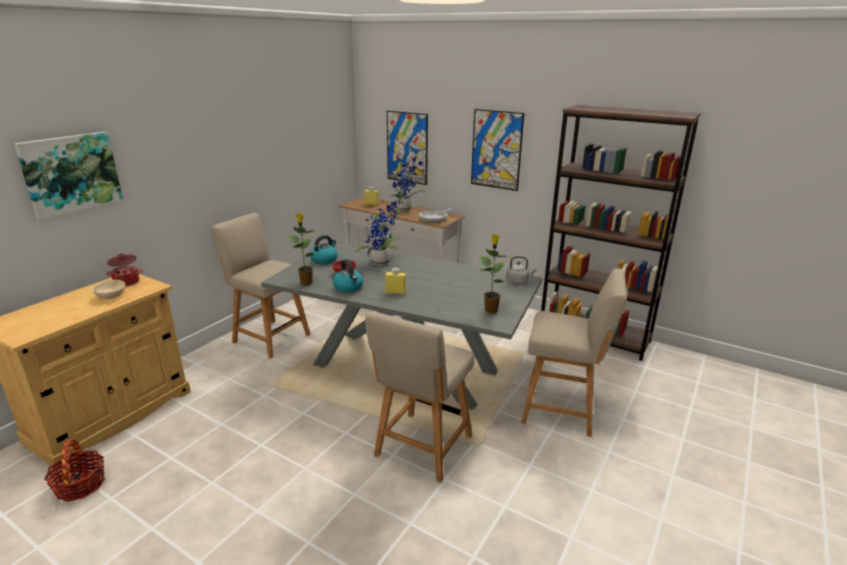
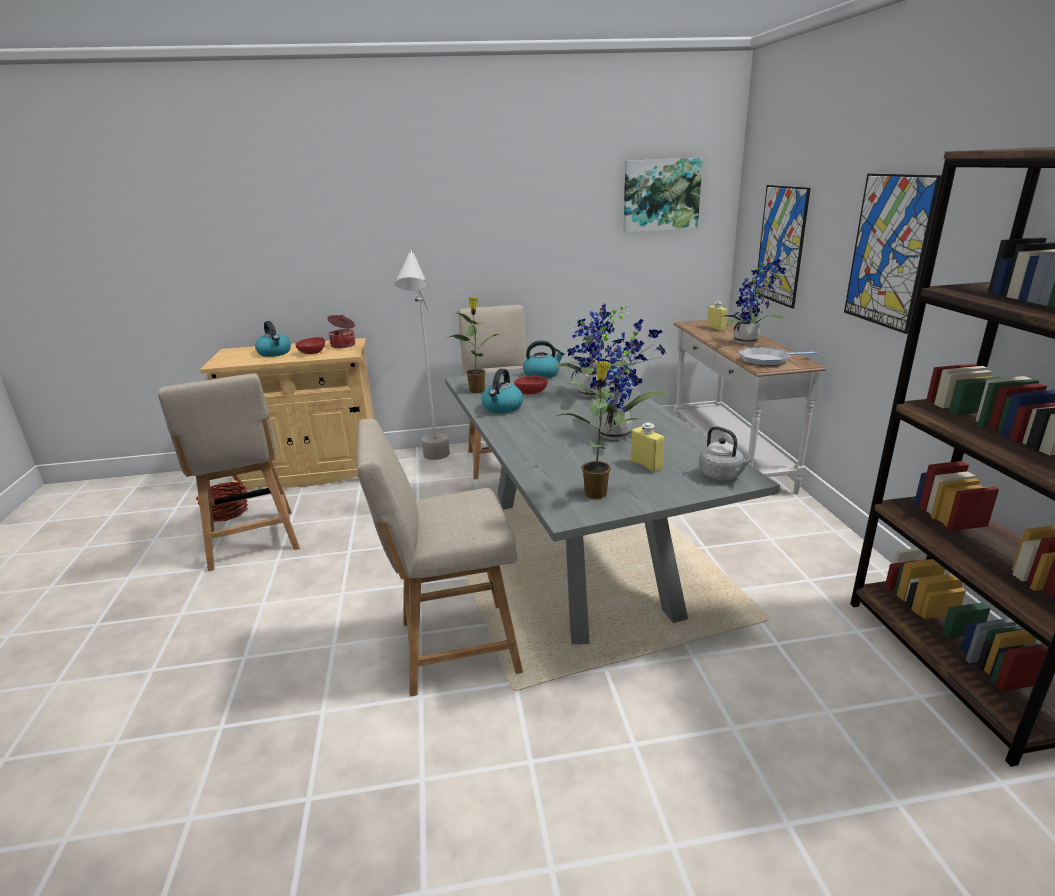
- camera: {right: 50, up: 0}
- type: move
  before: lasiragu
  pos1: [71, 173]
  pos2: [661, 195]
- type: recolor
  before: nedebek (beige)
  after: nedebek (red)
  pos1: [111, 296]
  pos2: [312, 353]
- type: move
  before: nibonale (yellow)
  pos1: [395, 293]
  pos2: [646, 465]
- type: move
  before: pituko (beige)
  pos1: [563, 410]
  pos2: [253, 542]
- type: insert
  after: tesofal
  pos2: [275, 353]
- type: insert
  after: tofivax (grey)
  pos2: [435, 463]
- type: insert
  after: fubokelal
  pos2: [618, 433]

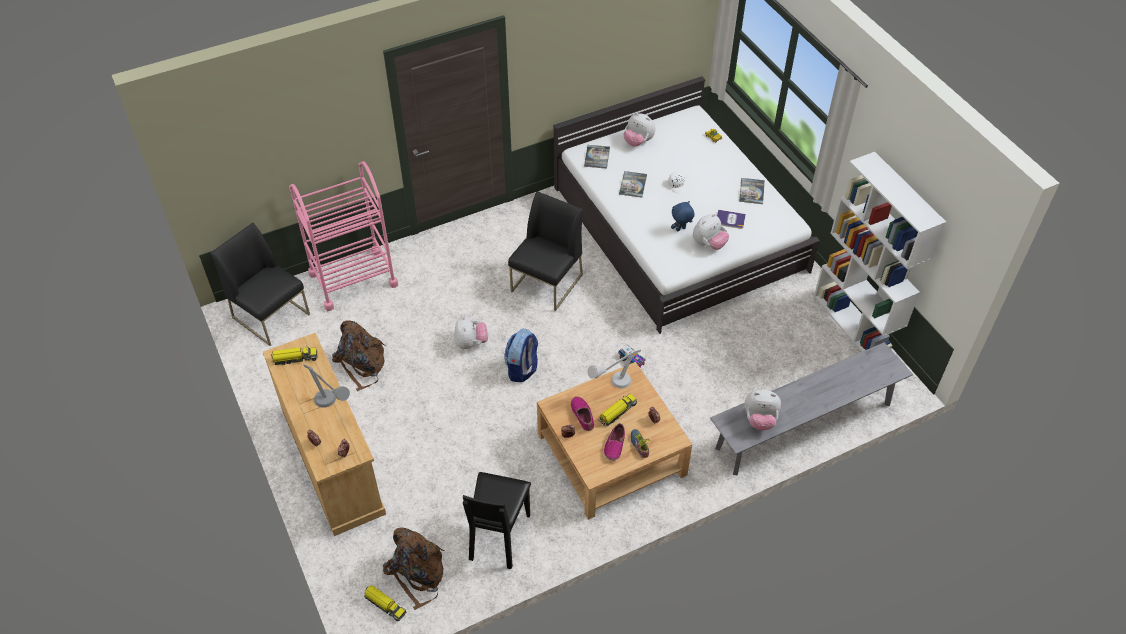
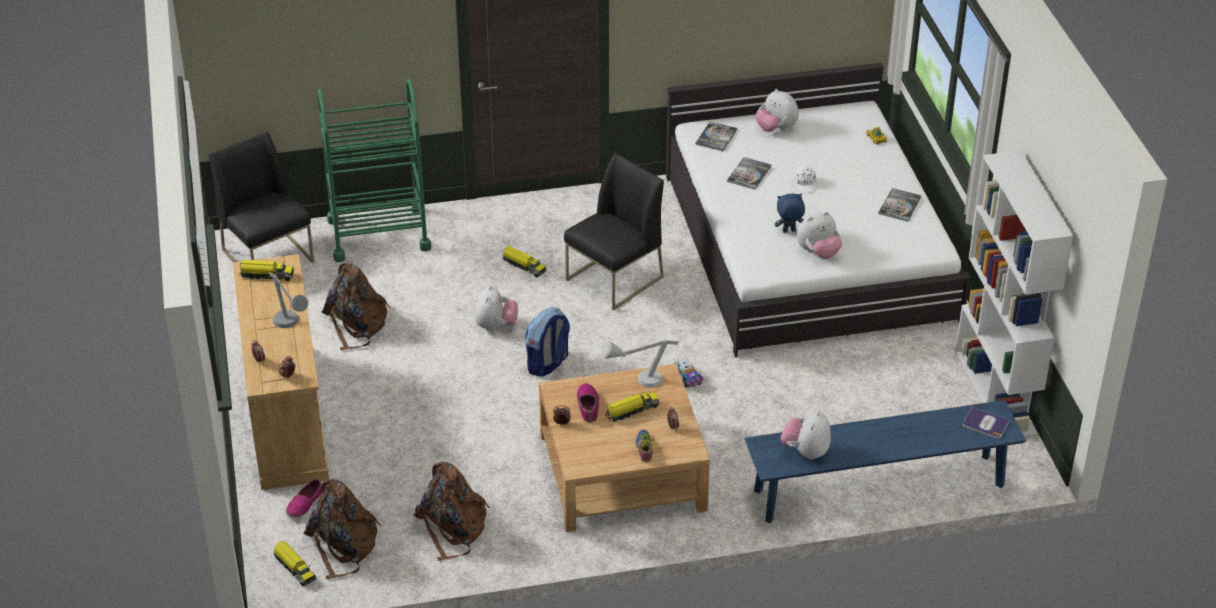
- camera: {right: 15, up: -10}
- type: recolor
  before: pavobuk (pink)
  after: pavobuk (green)
  pos1: [353, 279]
  pos2: [378, 234]
- type: replace
  before: pituko (black)
  after: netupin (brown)
  pos1: [498, 536]
  pos2: [452, 527]
- type: move
  before: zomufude
  pos1: [614, 445]
  pos2: [304, 504]
- type: recolor
  before: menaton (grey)
  after: menaton (blue)
  pos1: [804, 426]
  pos2: [879, 488]
- type: move
  before: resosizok
  pos1: [730, 219]
  pos2: [985, 424]
- type: rotate
  before: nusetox
  pos1: [760, 420]
  pos2: [805, 451]
  turn: 90
- type: insert
  after: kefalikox
  pos2: [524, 266]

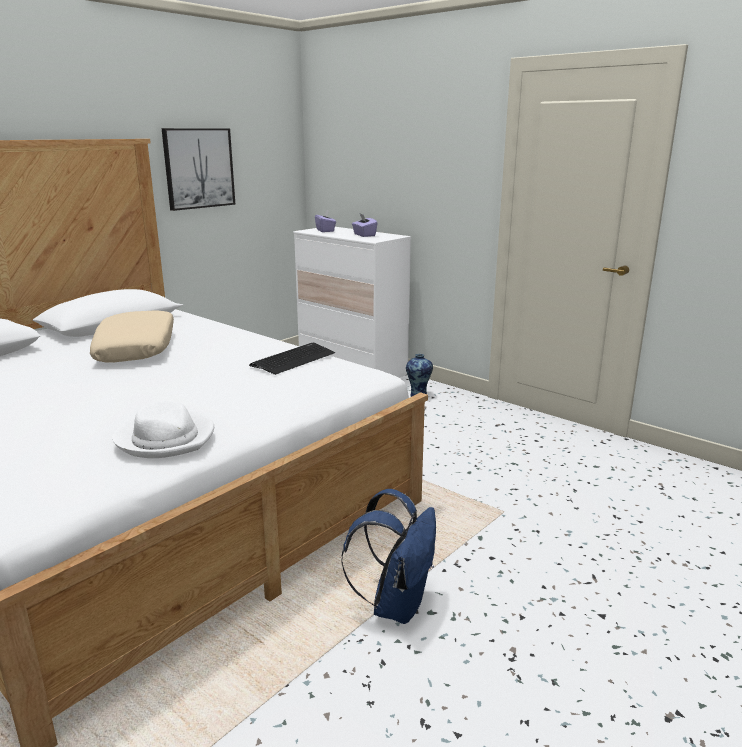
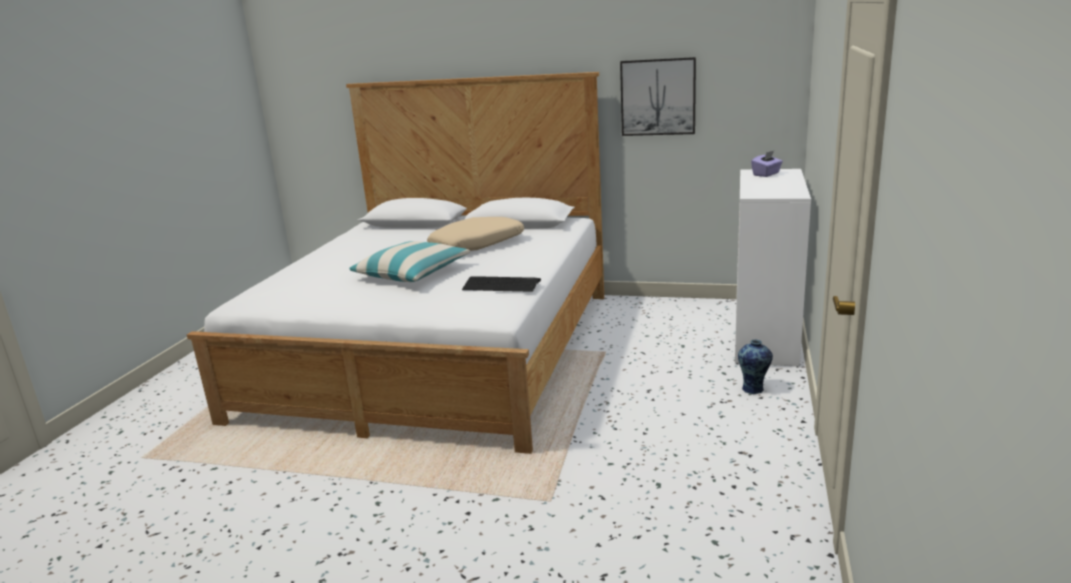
- camera: {right: 65, up: 0}
- type: delete
  before: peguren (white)
  pos1: [166, 438]
- type: delete
  before: netupin (blue)
  pos1: [396, 604]
- type: delete
  before: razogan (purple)
  pos1: [364, 235]
- type: insert
  after: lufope
  pos2: [412, 274]

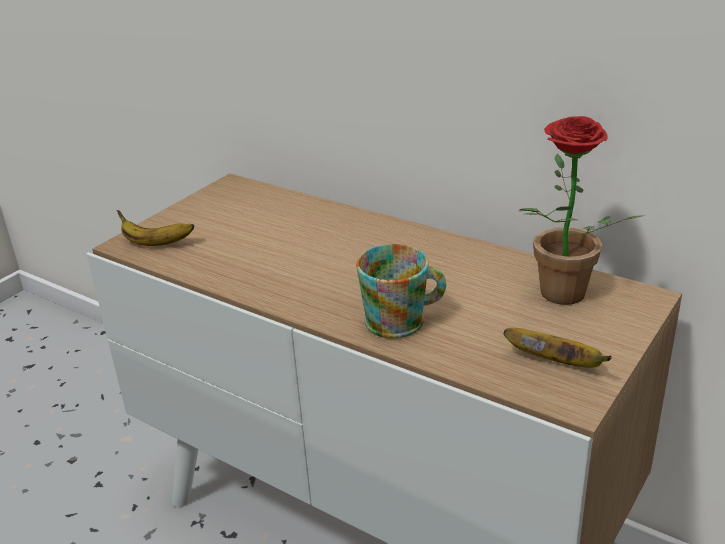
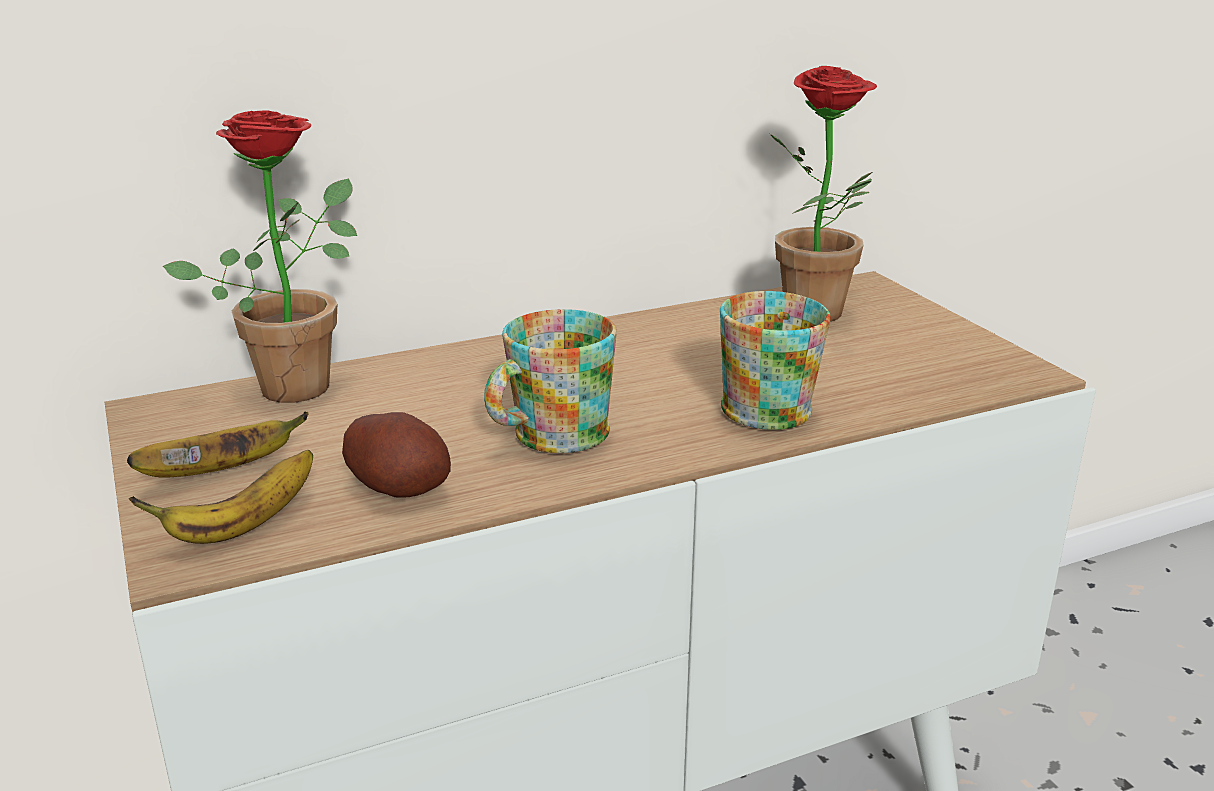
- camera: {right: -60, up: -5}
- type: move
  before: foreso
  pos1: [556, 362]
  pos2: [222, 471]
- type: insert
  after: fubokelal
  pos2: [300, 381]
- type: insert
  after: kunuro
  pos2: [400, 487]
- type: insert
  after: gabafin
  pos2: [549, 435]

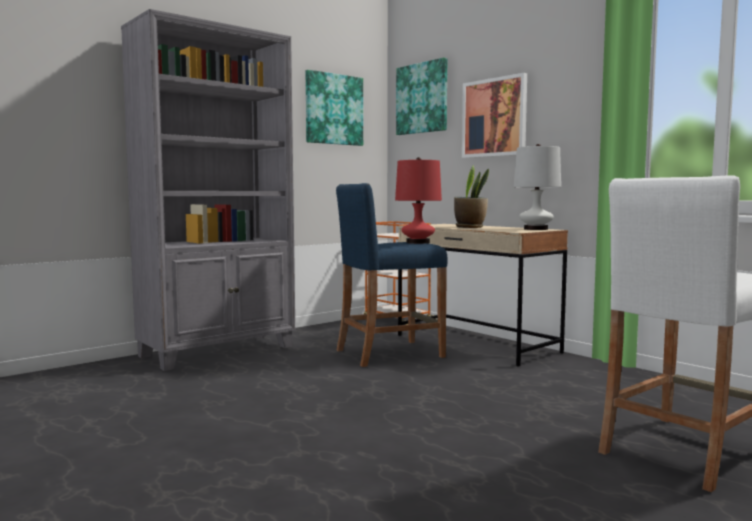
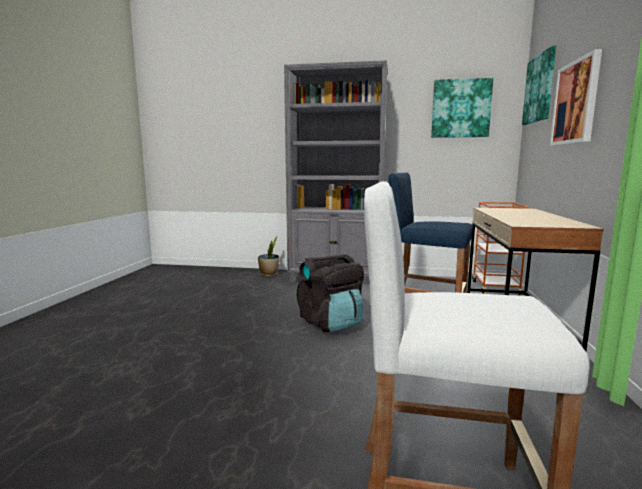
- camera: {right: 50, up: 5}
- type: delete
  before: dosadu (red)
  pos1: [418, 242]
- type: move
  before: fubokelal
  pos1: [470, 227]
  pos2: [269, 274]
- type: delete
  before: dosadu (white)
  pos1: [536, 229]
- type: insert
  after: netupin (black)
  pos2: [331, 323]

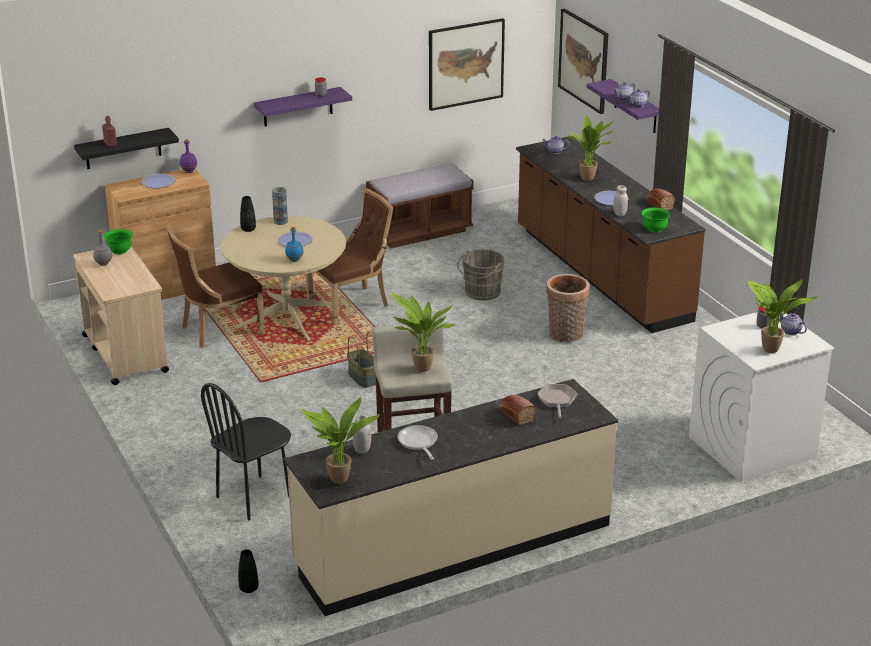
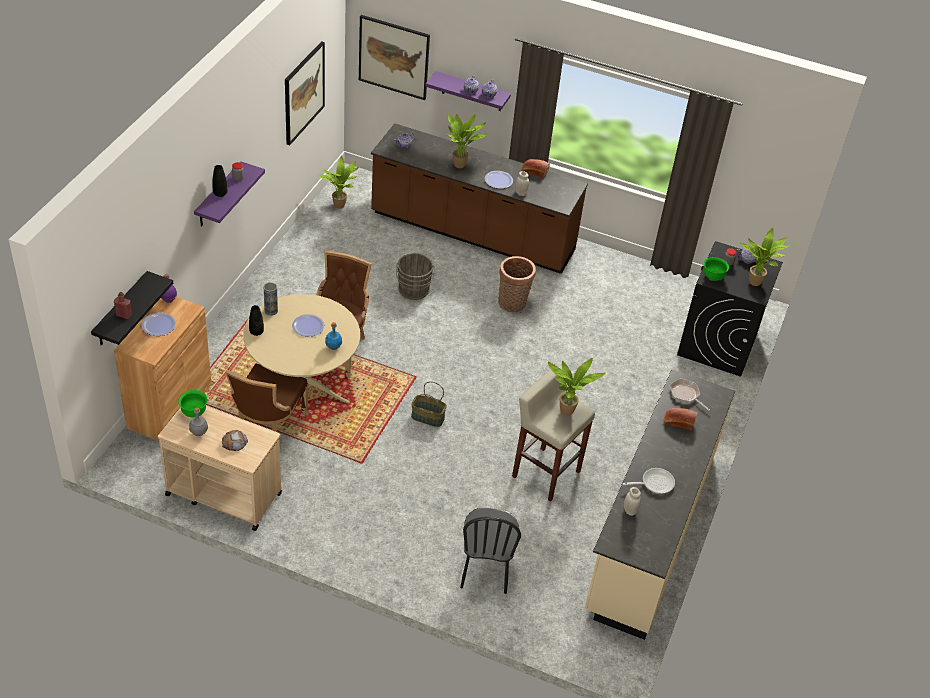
- camera: {right: -45, up: 15}
- type: move
  before: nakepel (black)
  pos1: [249, 588]
  pos2: [220, 193]
- type: move
  before: fubokelal
  pos1: [339, 481]
  pos2: [341, 207]
- type: delete
  before: menaton (brown)
  pos1: [419, 232]
- type: rotate
  before: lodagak
  pos1: [418, 443]
  pos2: [654, 483]
  turn: 135
- type: move
  before: nedebek (green)
  pos1: [654, 229]
  pos2: [713, 276]
- type: recolor
  before: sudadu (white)
  after: sudadu (black)
  pos1: [751, 447]
  pos2: [717, 344]
- type: insert
  after: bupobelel
  pos2: [234, 442]

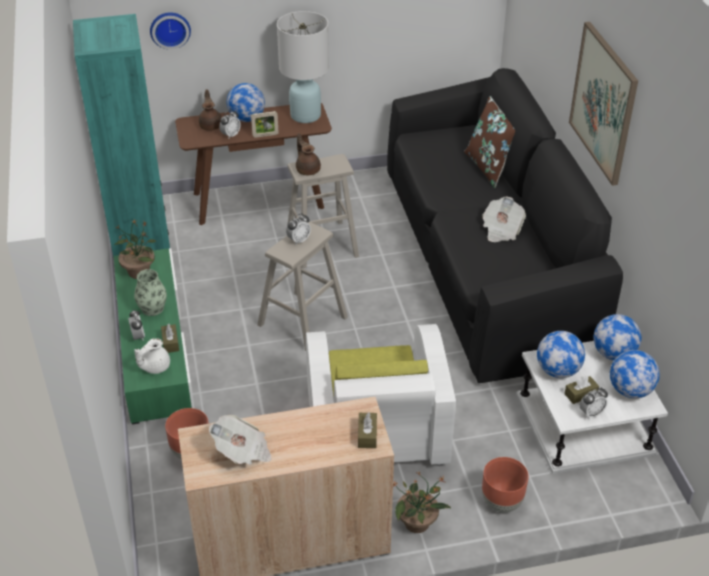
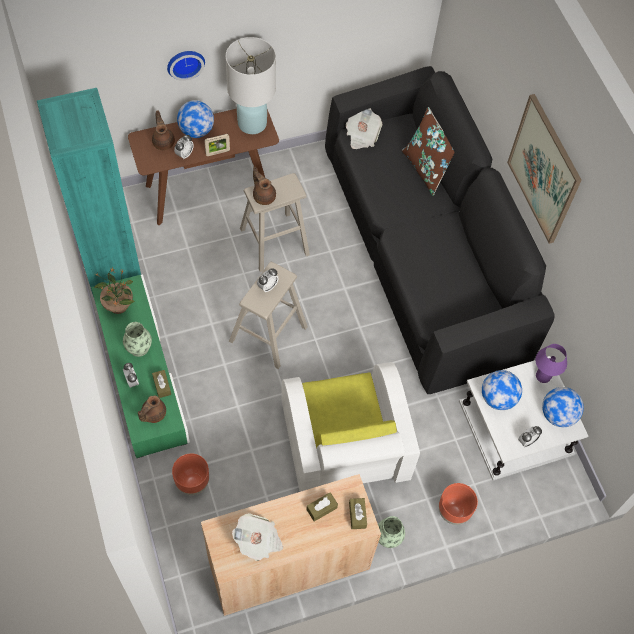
- camera: {right: -10, up: 20}
- type: recolor
  before: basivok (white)
  after: basivok (brown)
  pos1: [154, 367]
  pos2: [153, 414]
- type: move
  before: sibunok
  pos1: [170, 29]
  pos2: [185, 62]
- type: replace
  before: fubokelal
  after: nakepel
  pos1: [418, 523]
  pos2: [388, 537]
- type: move
  before: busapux
  pos1: [501, 230]
  pos2: [362, 135]
- type: move
  before: razogan (brown)
  pos1: [580, 394]
  pos2: [321, 508]
- type: replace
  before: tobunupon
  after: dosadu (purple)
  pos1: [613, 354]
  pos2: [543, 376]

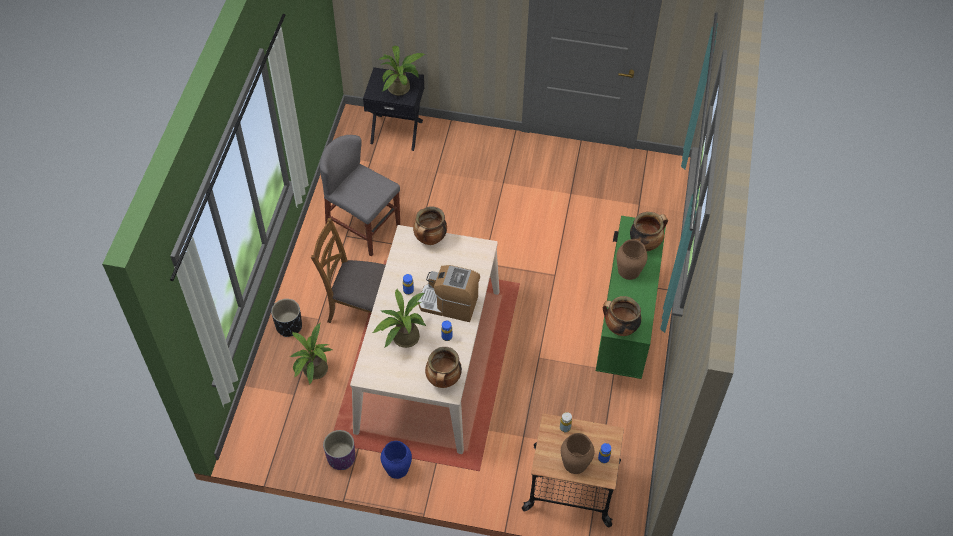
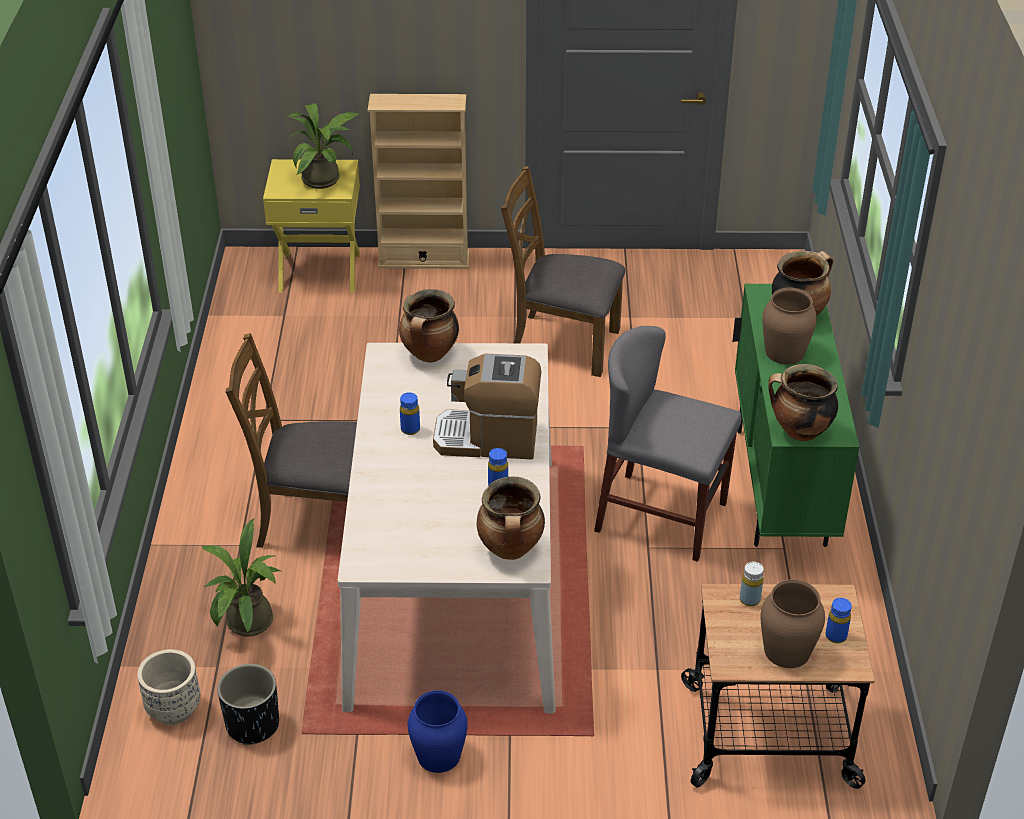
- camera: {right: -10, up: -15}
- type: move
  before: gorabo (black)
  pos1: [289, 326]
  pos2: [252, 725]
- type: move
  before: pituko (grey)
  pos1: [363, 227]
  pos2: [661, 517]
- type: delete
  before: gorabo (purple)
  pos1: [341, 458]
- type: recolor
  before: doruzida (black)
  after: doruzida (yellow)
  pos1: [397, 131]
  pos2: [320, 271]
- type: delete
  before: fubokelal
  pos1: [402, 338]
- type: insert
  after: gorabo (beige)
  pos2: [174, 710]
- type: insert
  after: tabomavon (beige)
  pos2: [423, 259]
- type: insert
  after: pituko (brown)
  pos2: [563, 343]

